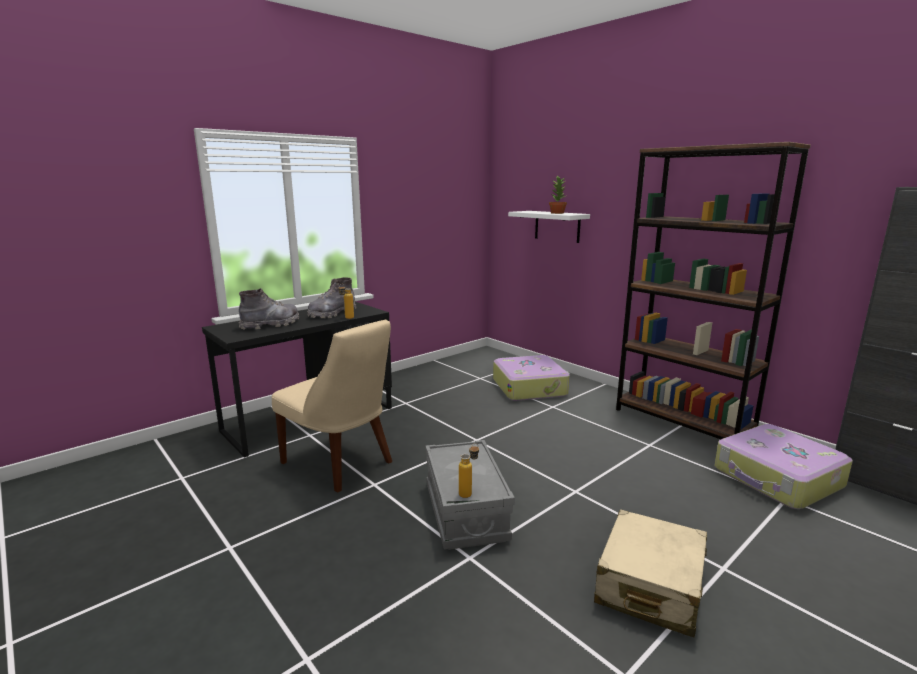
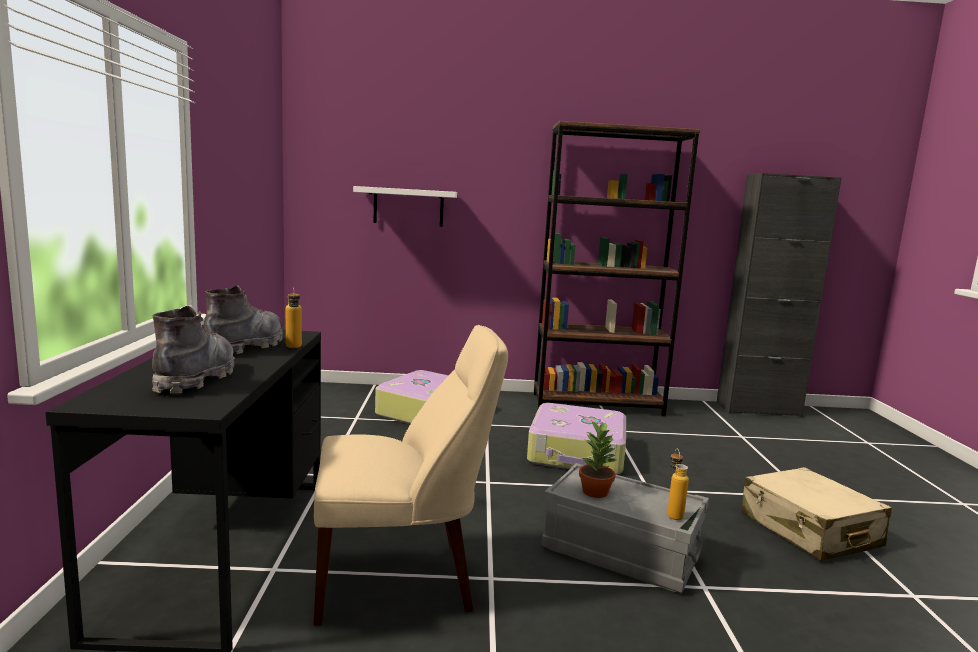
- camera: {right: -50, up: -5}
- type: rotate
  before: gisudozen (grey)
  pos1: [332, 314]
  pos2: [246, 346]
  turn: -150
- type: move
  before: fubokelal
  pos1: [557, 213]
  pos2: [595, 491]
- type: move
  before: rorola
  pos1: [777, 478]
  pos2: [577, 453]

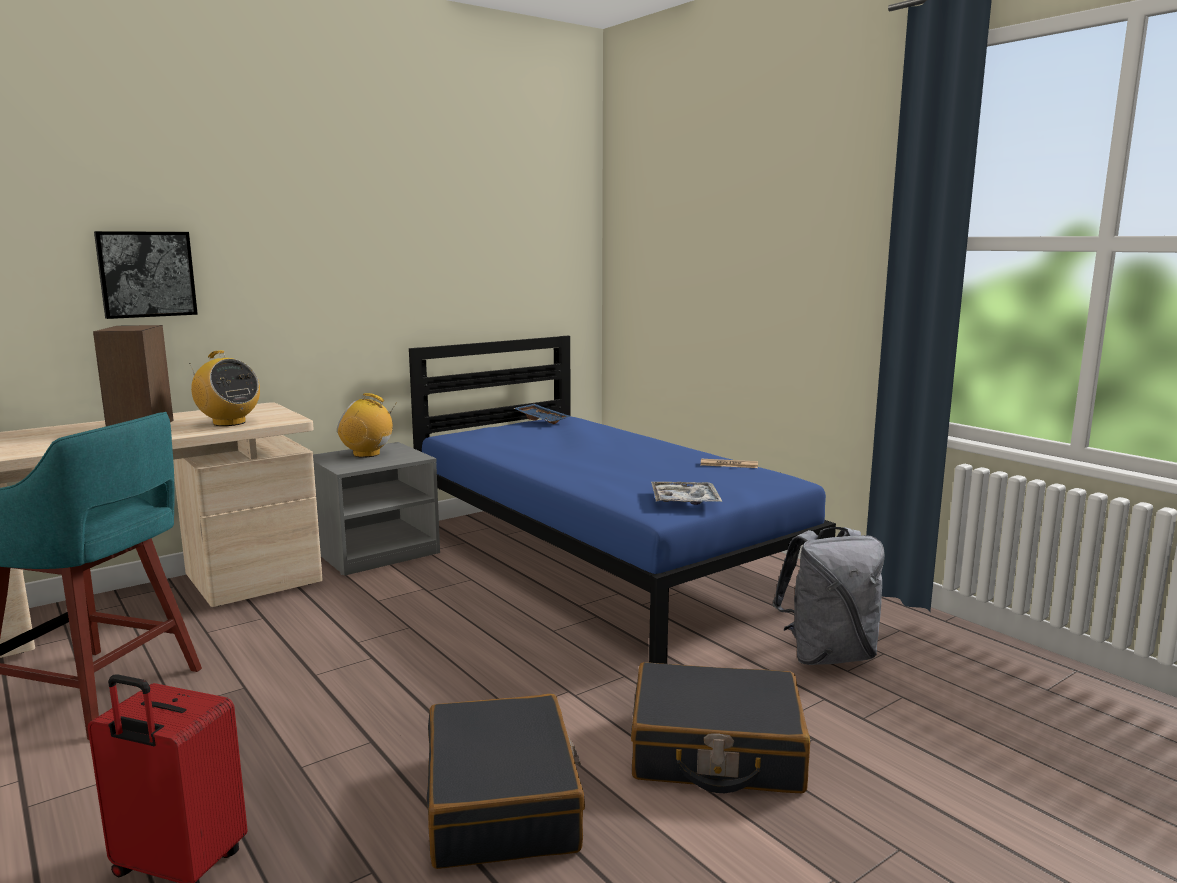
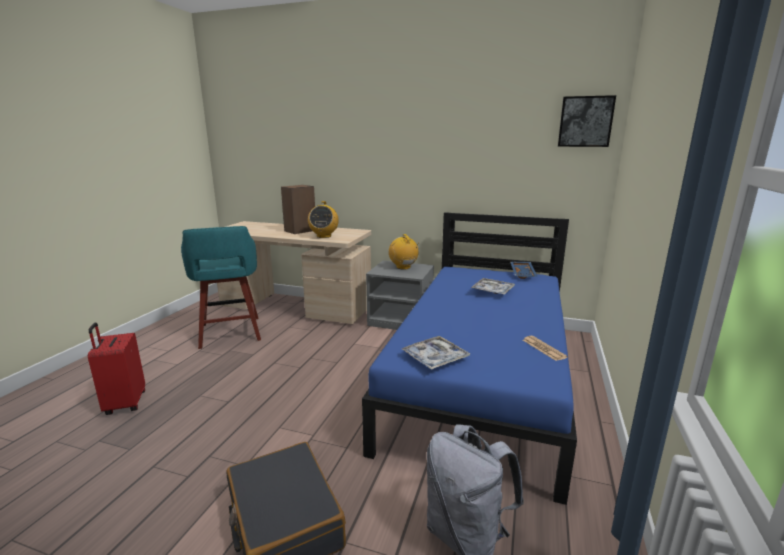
- camera: {right: 55, up: 5}
- type: move
  before: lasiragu
  pos1: [146, 274]
  pos2: [585, 121]
- type: delete
  before: rorola (black)
  pos1: [503, 802]
- type: insert
  after: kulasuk
  pos2: [492, 291]

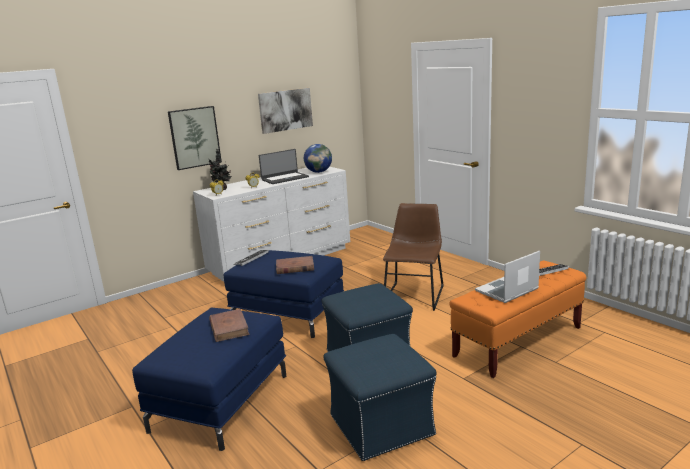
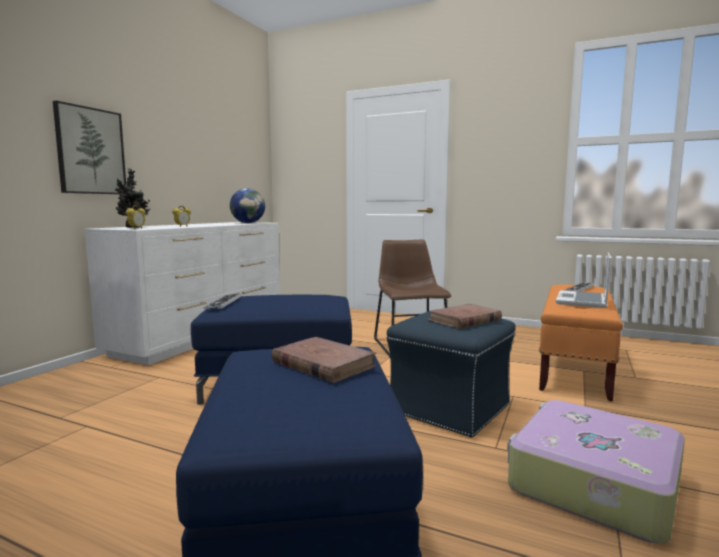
- camera: {right: -30, up: -10}
- type: delete
  before: lasiragu
  pos1: [285, 110]
- type: delete
  before: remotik
  pos1: [284, 178]
- type: move
  before: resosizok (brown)
  pos1: [294, 267]
  pos2: [464, 320]
- type: replace
  before: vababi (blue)
  after: rorola
  pos1: [380, 425]
  pos2: [591, 483]

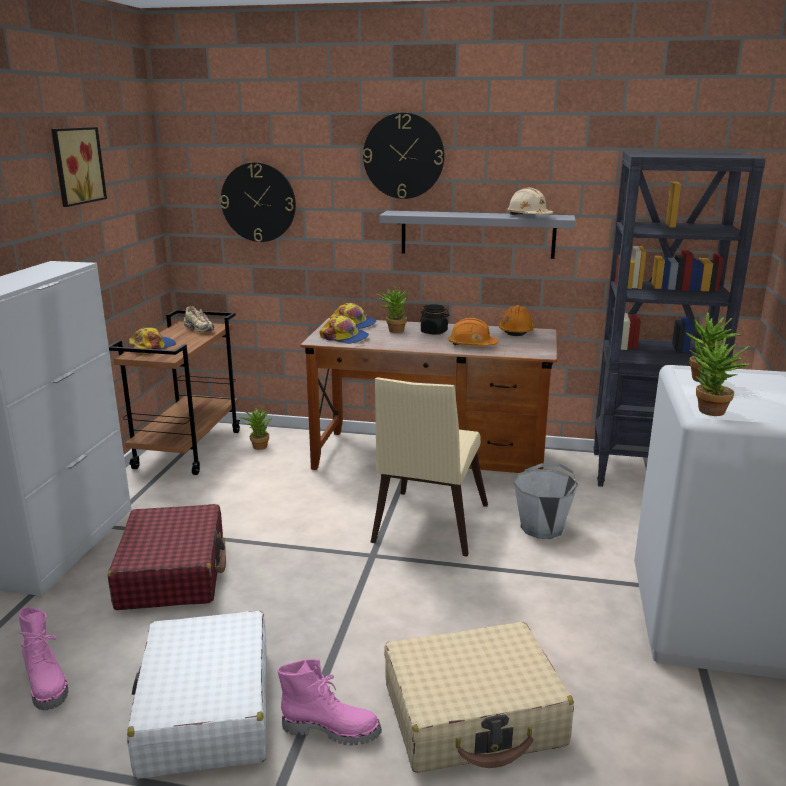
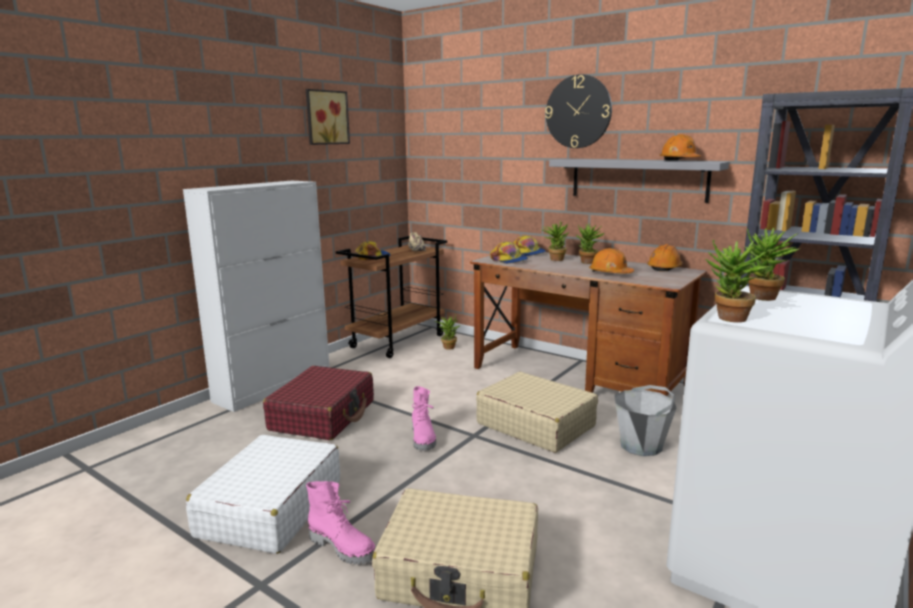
- camera: {right: 25, up: -5}
- type: move
  before: gisudozen (pink)
  pos1: [47, 684]
  pos2: [423, 438]
- type: delete
  before: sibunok
  pos1: [258, 202]
- type: replace
  before: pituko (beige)
  after: rorola (beige)
  pos1: [427, 527]
  pos2: [535, 424]
- type: replace
  before: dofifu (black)
  after: fubokelal
  pos1: [434, 332]
  pos2: [588, 263]
- type: recolor
  before: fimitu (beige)
  after: fimitu (orange)
  pos1: [528, 216]
  pos2: [679, 161]

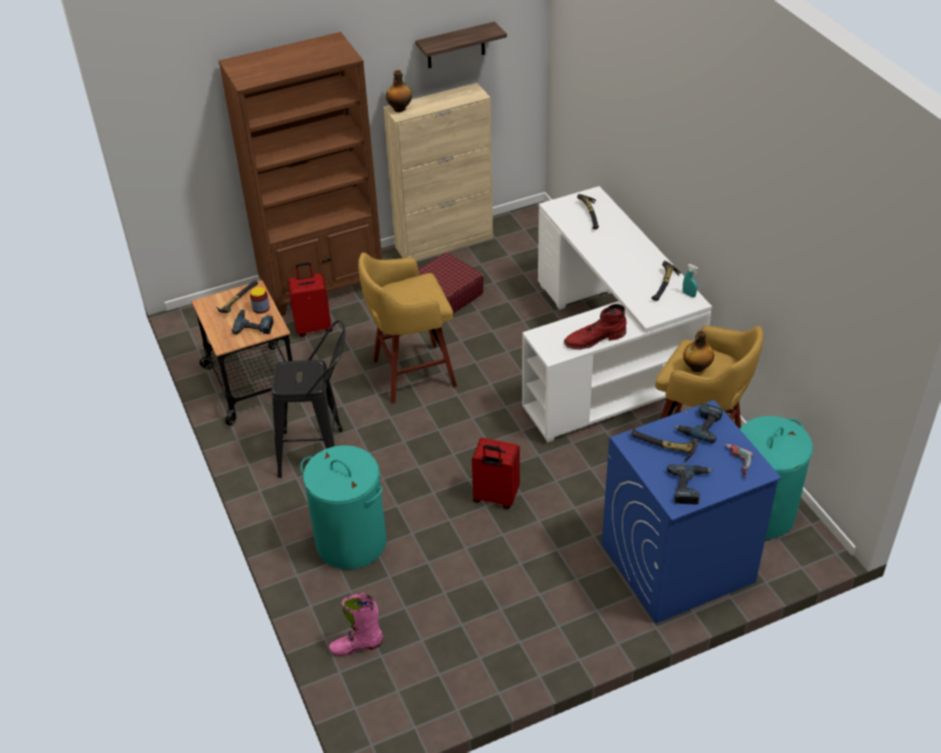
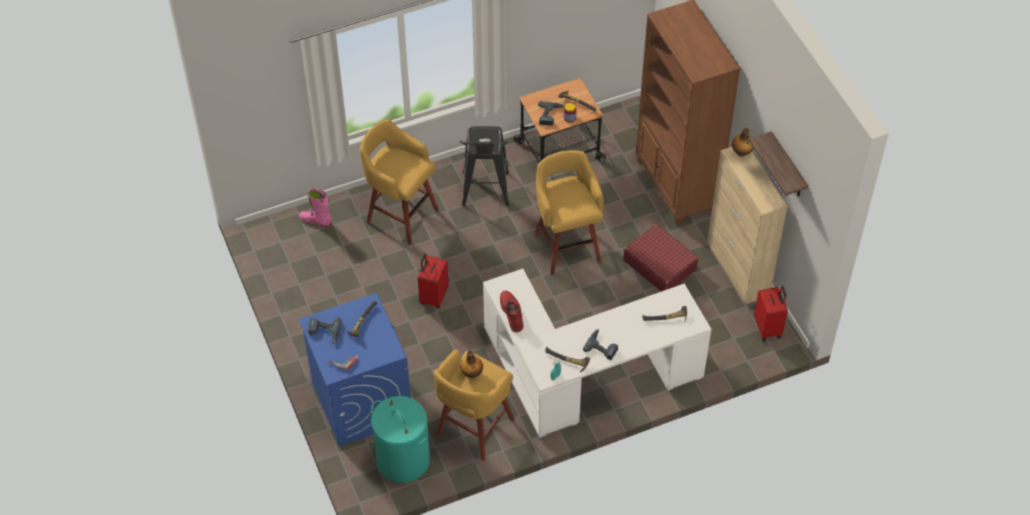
- camera: {right: 90, up: 10}
- type: move
  before: rorola (red)
  pos1: [313, 327]
  pos2: [768, 328]
- type: replace
  before: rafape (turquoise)
  after: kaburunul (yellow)
  pos1: [350, 542]
  pos2: [400, 214]
- type: rotate
  before: gisudozen (pink)
  pos1: [356, 646]
  pos2: [316, 220]
  turn: -60
- type: move
  before: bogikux
  pos1: [700, 426]
  pos2: [602, 346]

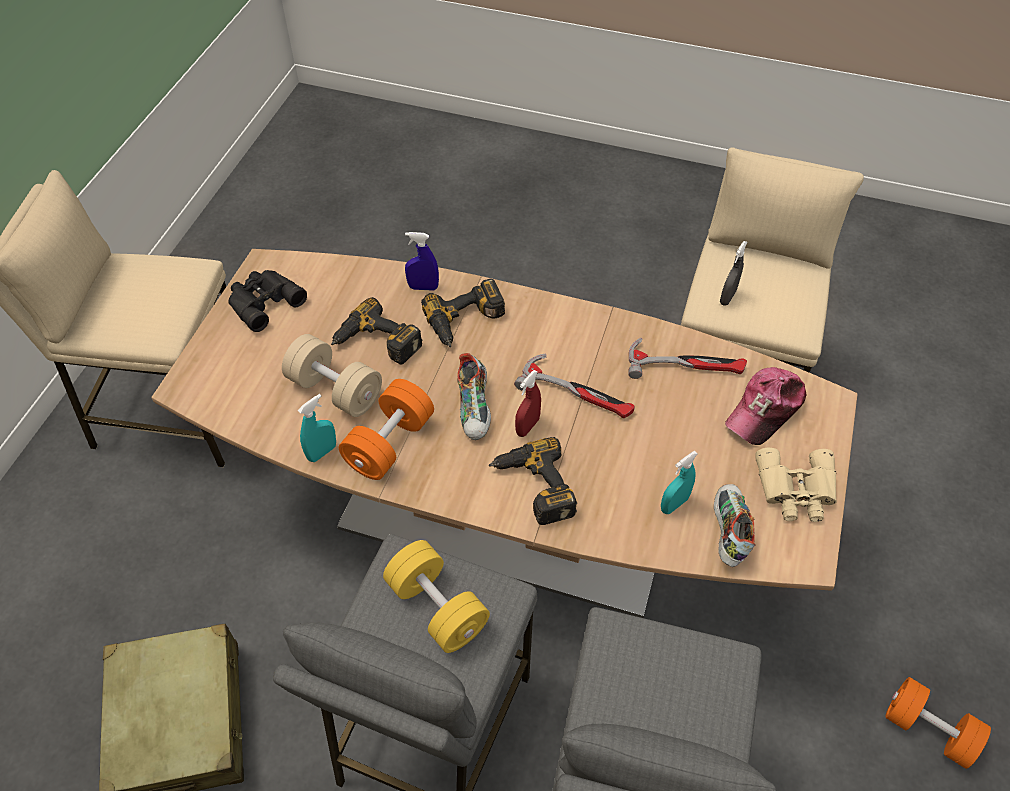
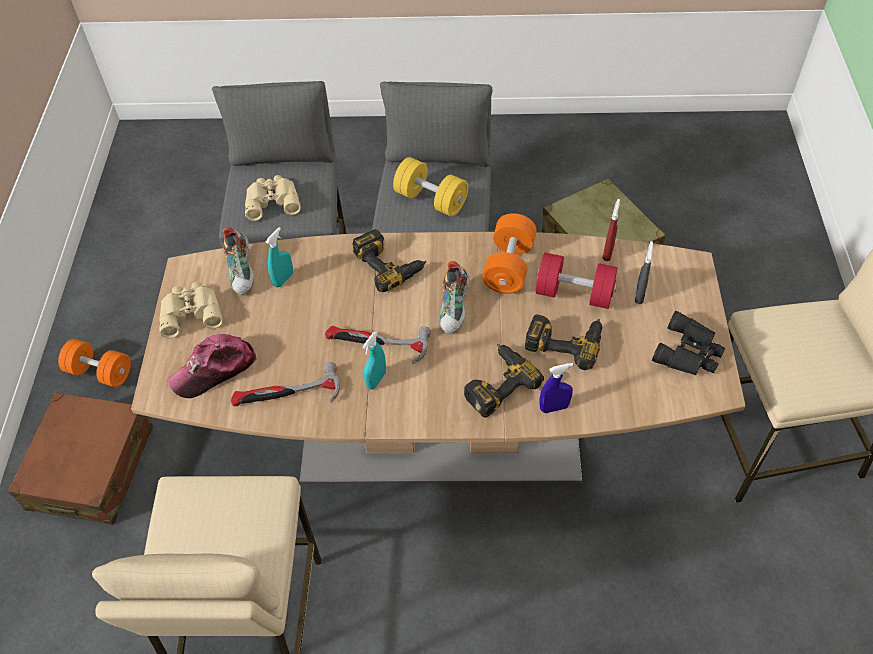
- camera: {right: 165, up: 0}
- type: recolor
  before: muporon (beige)
  after: muporon (red)
  pos1: [335, 390]
  pos2: [574, 293]
- type: move
  before: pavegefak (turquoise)
  pos1: [322, 452]
  pos2: [376, 380]
- type: rotate
  before: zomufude
  pos1: [475, 408]
  pos2: [455, 308]
  turn: -150
- type: move
  before: pavegefak (red)
  pos1: [527, 426]
  pos2: [608, 252]
- type: move
  before: pavegefak (grey)
  pos1: [727, 297]
  pos2: [639, 295]
- type: rotate
  before: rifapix
  pos1: [765, 410]
  pos2: [214, 370]
  turn: -150
- type: insert
  after: rorola (brown)
  pos2: [92, 468]
- type: insert
  after: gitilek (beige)
  pos2: [272, 200]

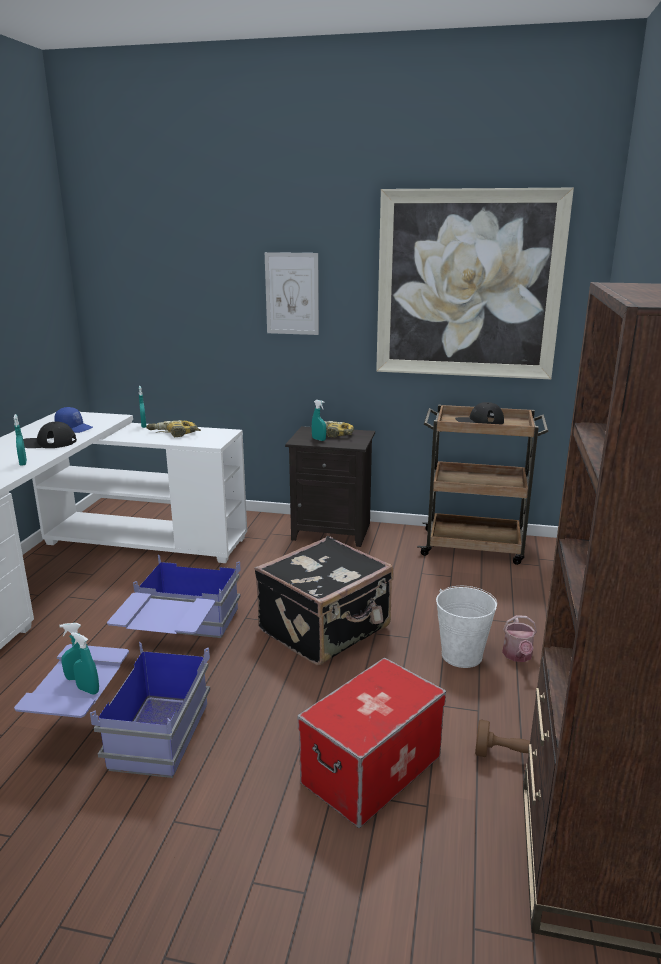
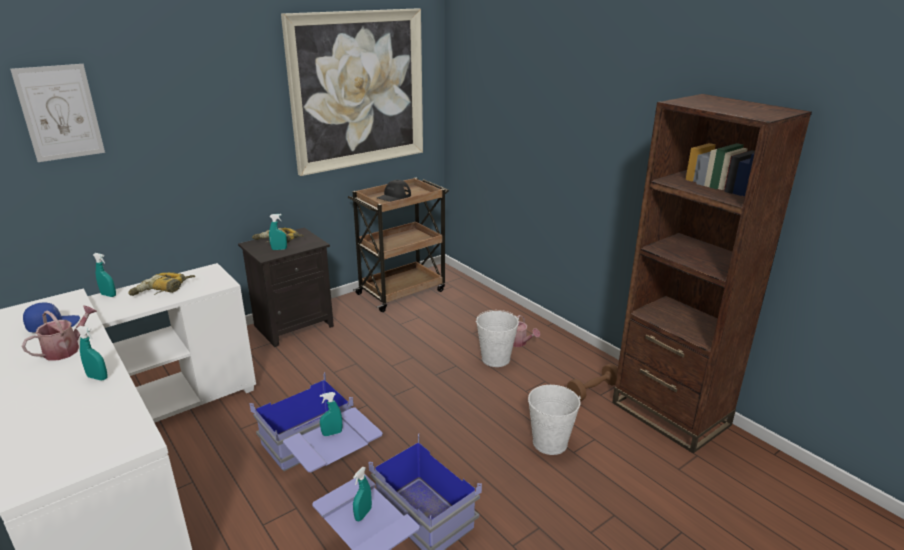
- camera: {right: -50, up: 5}
- type: replace
  before: rifapix (black)
  after: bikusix
  pos1: [49, 443]
  pos2: [66, 349]
- type: move
  before: pavegefak (turquoise)
  pos1: [88, 690]
  pos2: [332, 433]
- type: delete
  before: rorola (black)
  pos1: [326, 629]
- type: move
  before: lasiragu
  pos1: [292, 294]
  pos2: [60, 112]
- type: replace
  before: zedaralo
  after: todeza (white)
  pos1: [371, 769]
  pos2: [549, 442]

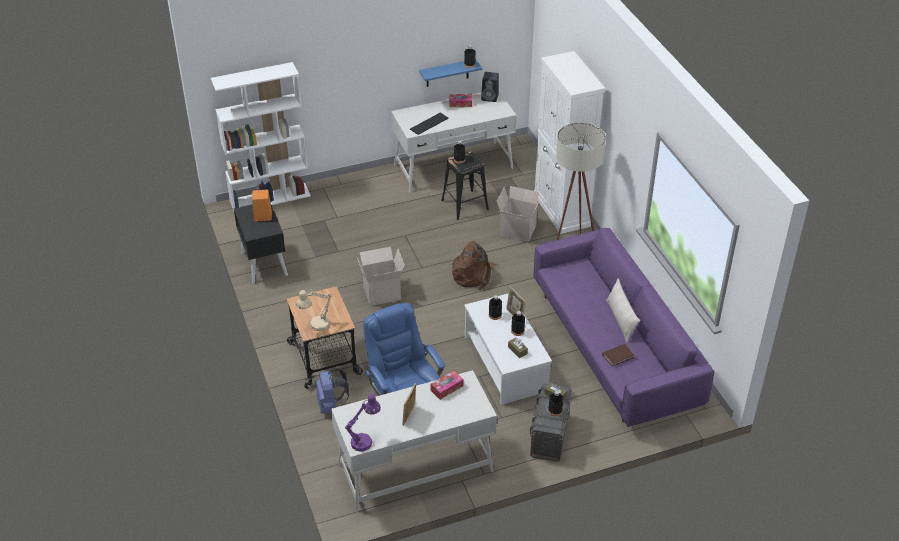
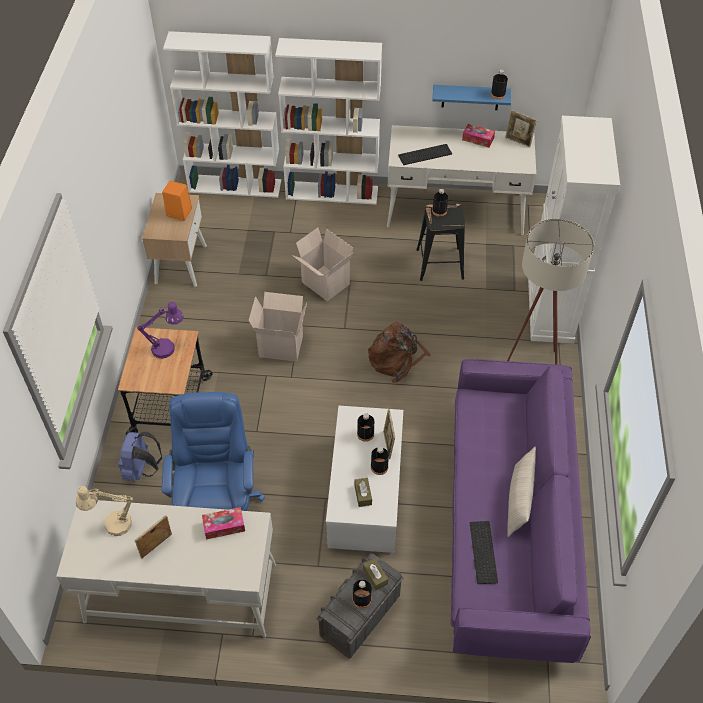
- camera: {right: 25, up: 10}
- type: recolor
  before: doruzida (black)
  after: doruzida (beige)
  pos1: [264, 264]
  pos2: [180, 263]
- type: move
  before: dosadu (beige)
  pos1: [315, 326]
  pos2: [112, 524]
- type: move
  before: dosadu (purple)
  pos1: [365, 440]
  pos2: [168, 348]
- type: replace
  before: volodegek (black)
  after: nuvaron
  pos1: [490, 97]
  pos2: [518, 141]
- type: move
  before: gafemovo
  pos1: [517, 231]
  pos2: [324, 283]
- type: replace
  before: resosizok (brown)
  after: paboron
  pos1: [618, 356]
  pos2: [484, 552]
- type: insert
  after: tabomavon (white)
  pos2: [332, 192]

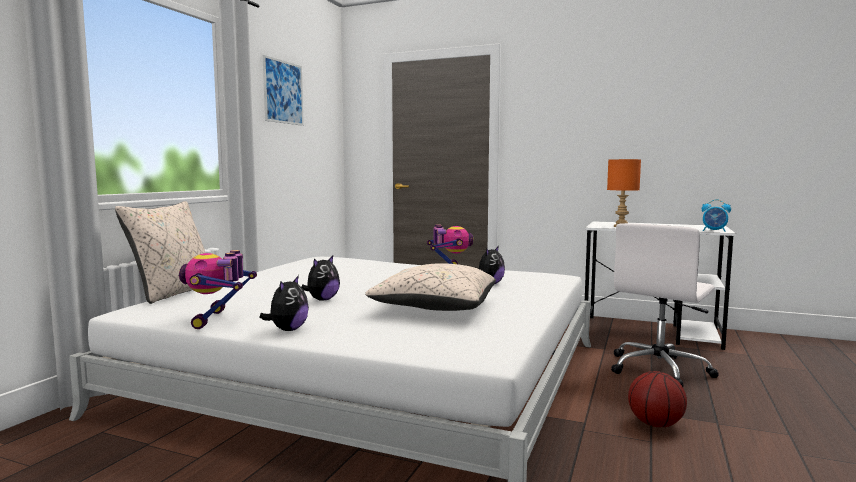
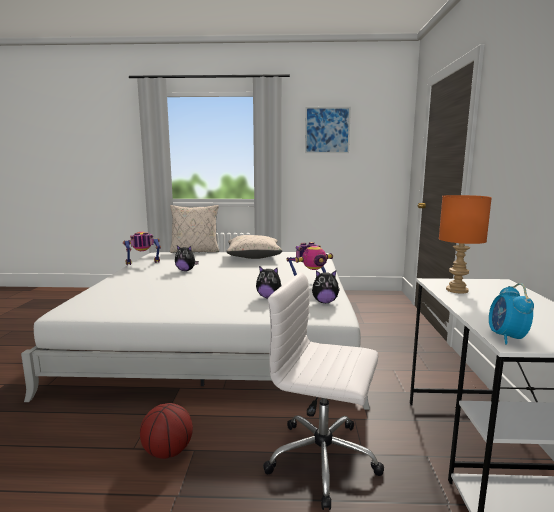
- camera: {right: 70, up: 5}
- type: move
  before: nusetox
  pos1: [288, 330]
  pos2: [325, 302]
- type: move
  before: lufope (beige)
  pos1: [434, 308]
  pos2: [253, 256]

